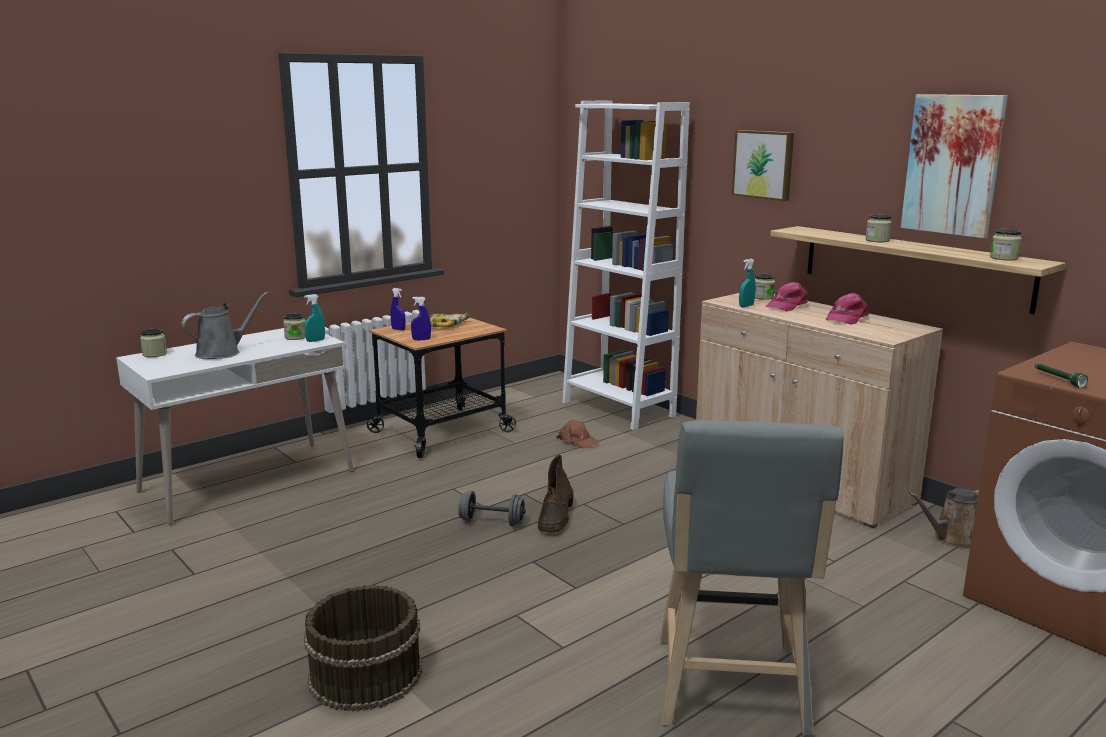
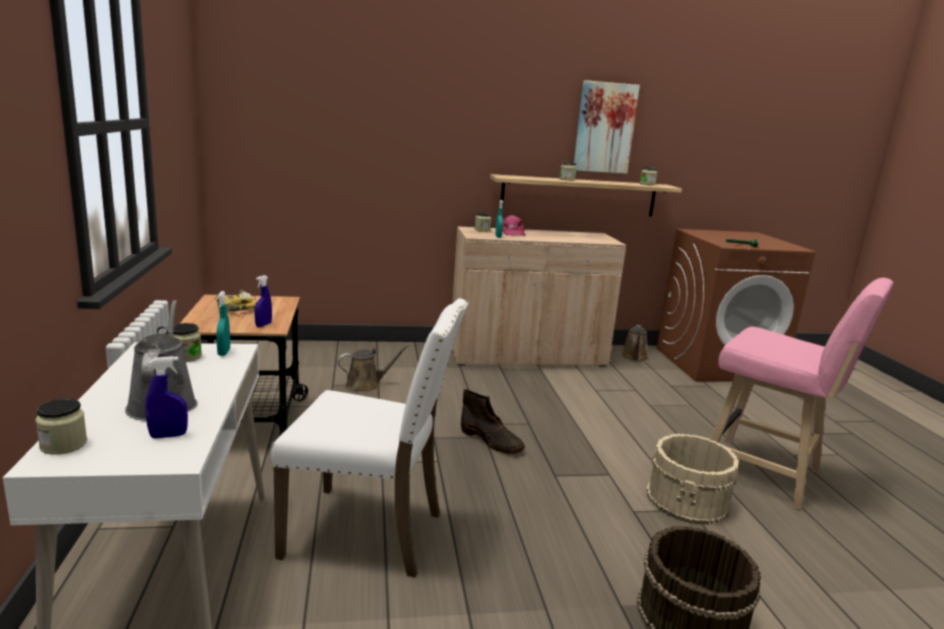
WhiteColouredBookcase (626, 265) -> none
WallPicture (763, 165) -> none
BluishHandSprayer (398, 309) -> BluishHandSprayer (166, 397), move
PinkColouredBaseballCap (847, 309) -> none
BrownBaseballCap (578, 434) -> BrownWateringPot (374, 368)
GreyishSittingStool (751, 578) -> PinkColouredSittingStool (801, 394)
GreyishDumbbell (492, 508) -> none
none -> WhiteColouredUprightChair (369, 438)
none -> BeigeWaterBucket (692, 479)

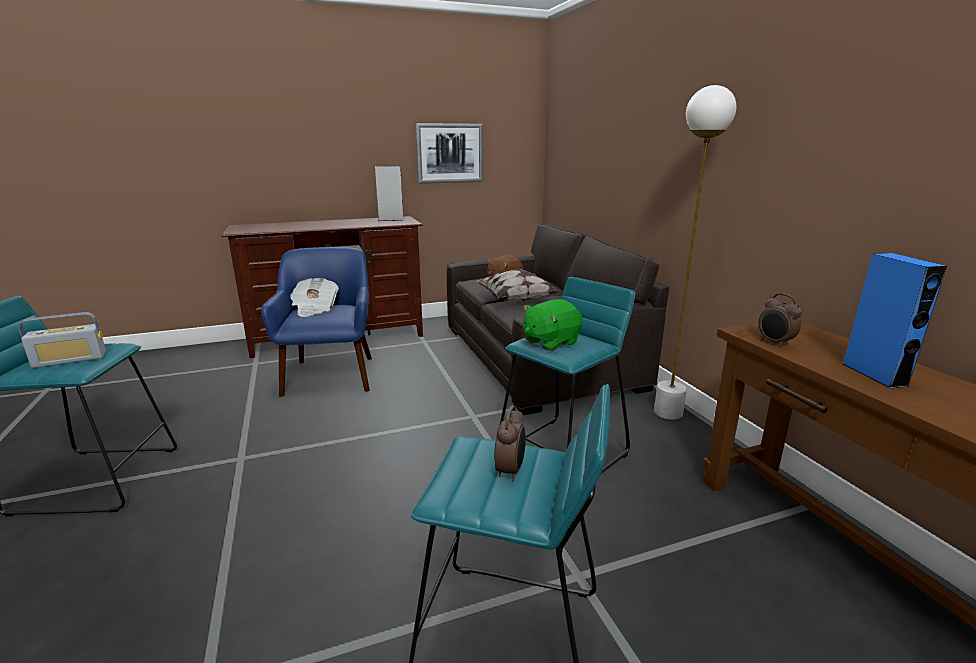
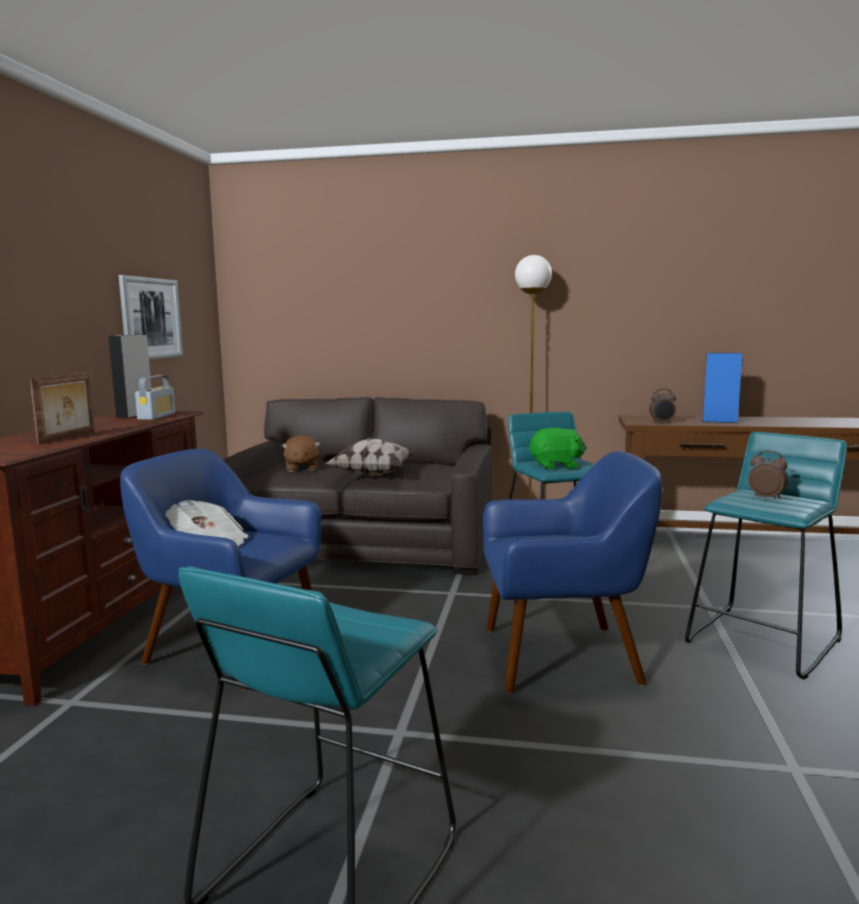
GreenSoftToy (553, 325) -> GreenSoftToy (558, 448), 90 degrees counterclockwise
RadioReceiver (62, 340) -> RadioReceiver (155, 397), move
none -> PhotoFrame (62, 408)
none -> BluishLoungeChair (572, 572)

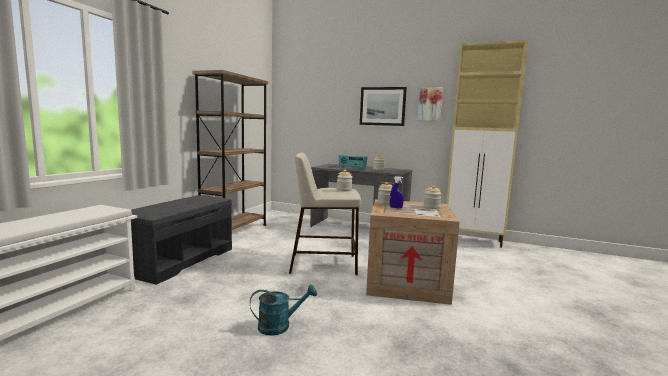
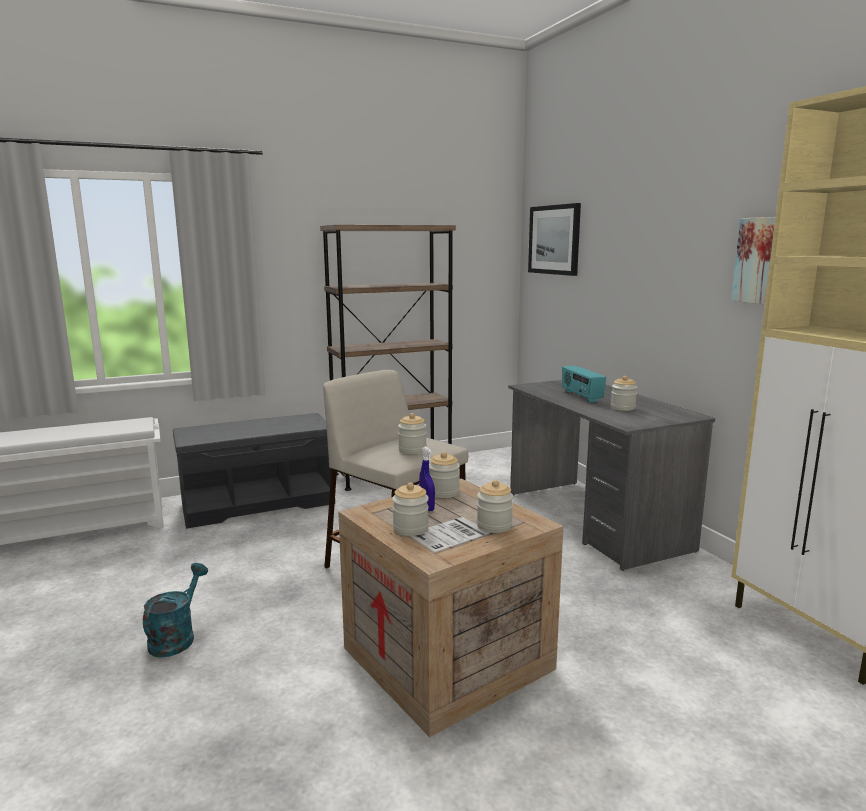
WallPicture (383, 106) -> WallPicture (554, 239), move
TurquoiseWateringPot (283, 310) -> TurquoiseWateringPot (175, 610), 105 degrees counterclockwise
none -> StorageJar (410, 509)

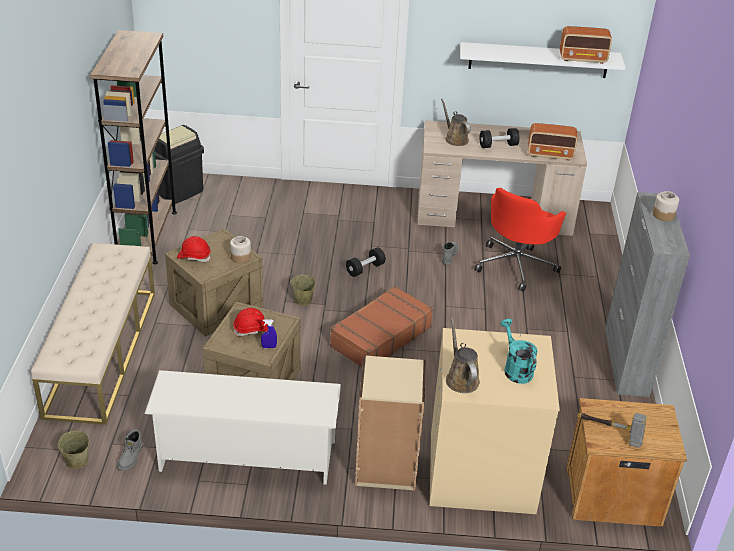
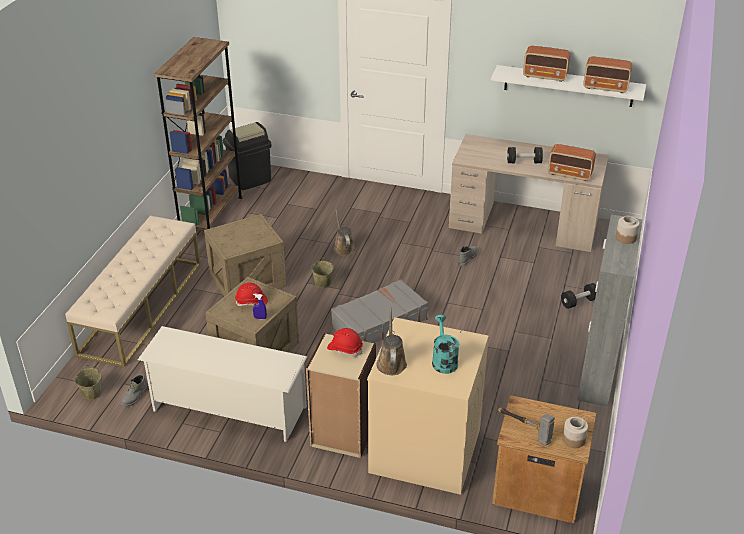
BrownWateringPot (456, 122) -> BrownWateringPot (344, 233), move
ReddishDeskChair (520, 240) -> none
ReddishSafetyHelmet (194, 249) -> ReddishSafetyHelmet (345, 342), move
StorageJar (240, 249) -> StorageJar (575, 432), move
BlackishDumbbell (366, 262) -> BlackishDumbbell (578, 296), move
BrownTravelCase (381, 326) -> GreyishTravelCase (379, 311)
none -> RadioReceiver (547, 64)

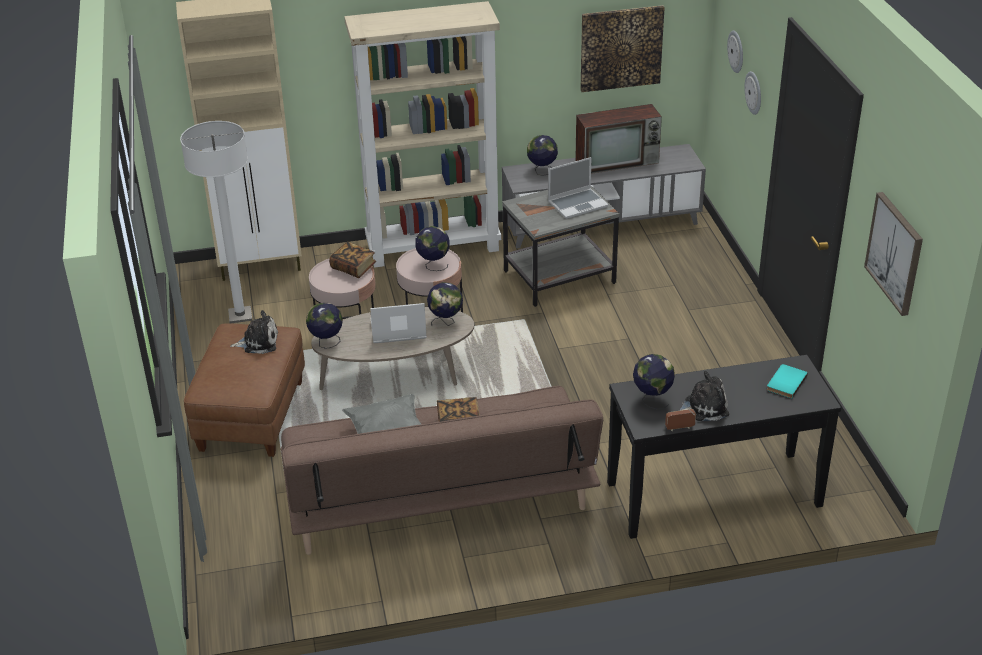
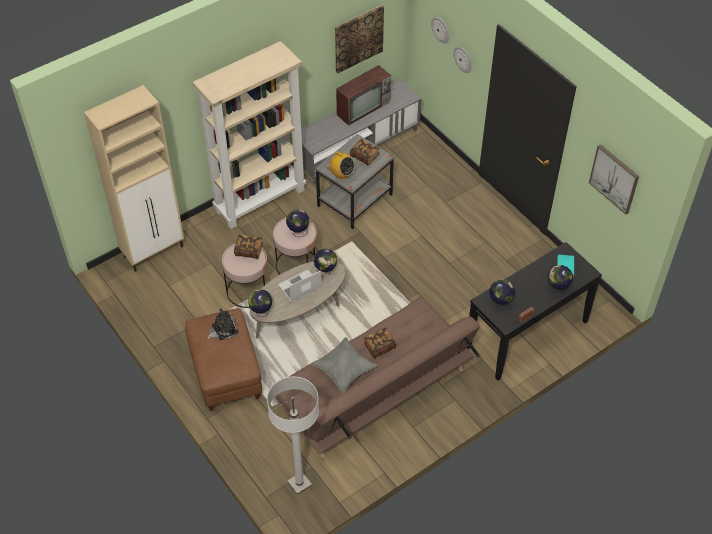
WhiteColouredStandingLamp (216, 222) -> WhiteColouredStandingLamp (293, 435), move
DeskGlobe (542, 155) -> DeskGlobe (560, 279), move
NotebookComputer (578, 188) -> Volume (365, 152)
SoftToy (704, 396) -> none
none -> RadioReceiver (342, 165)

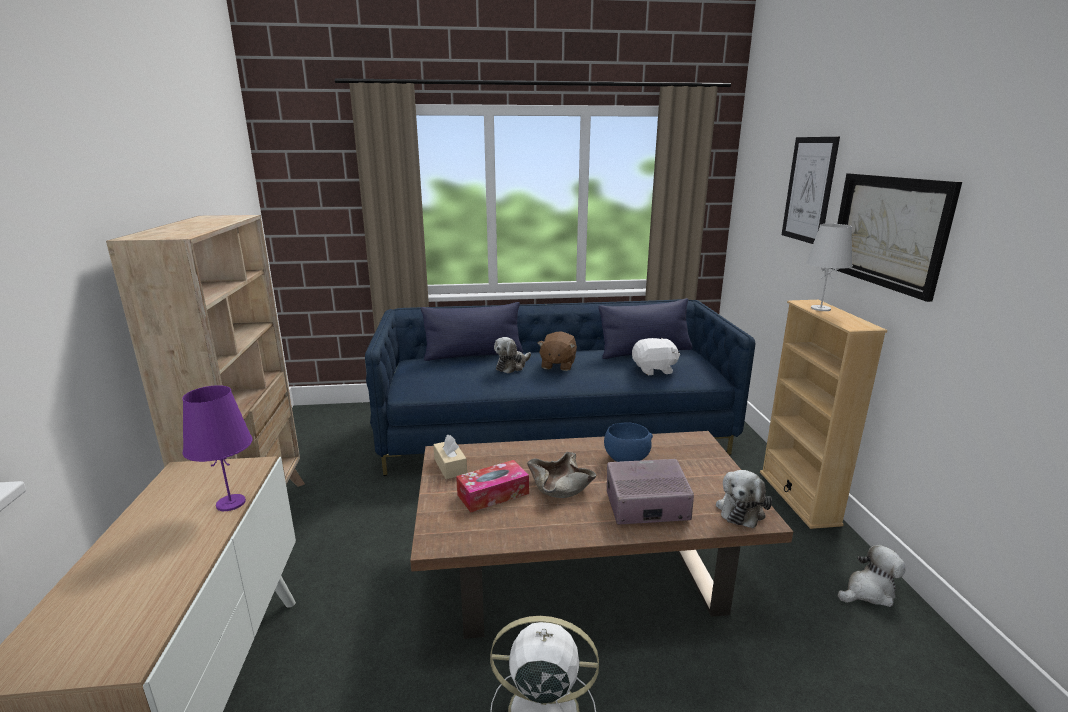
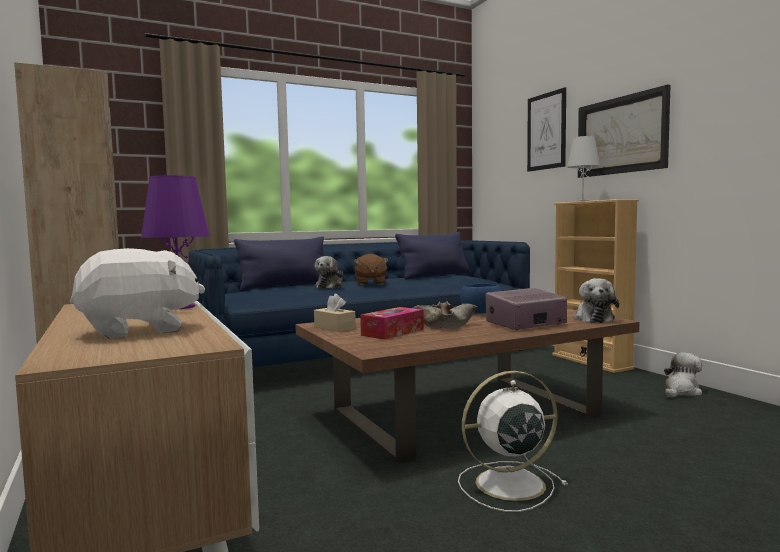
WhiteColouredSoftToy (656, 356) -> WhiteColouredSoftToy (137, 293), move

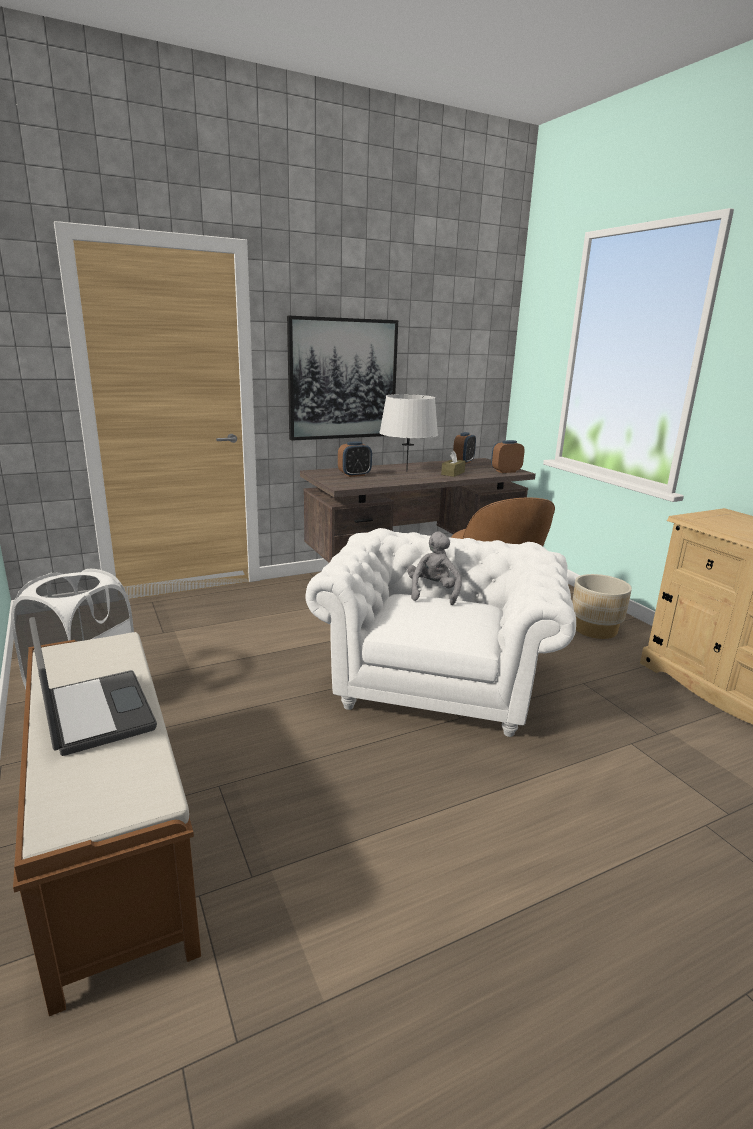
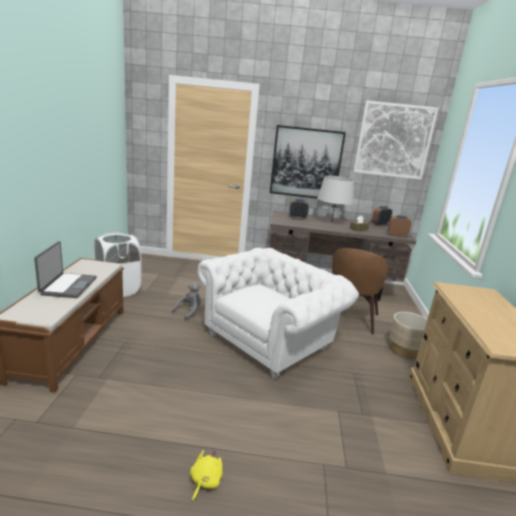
GreyishSoftToy (434, 568) -> GreyishSoftToy (186, 301), move
none -> WallPicture (396, 140)
none -> YellowishSoftToy (206, 476)

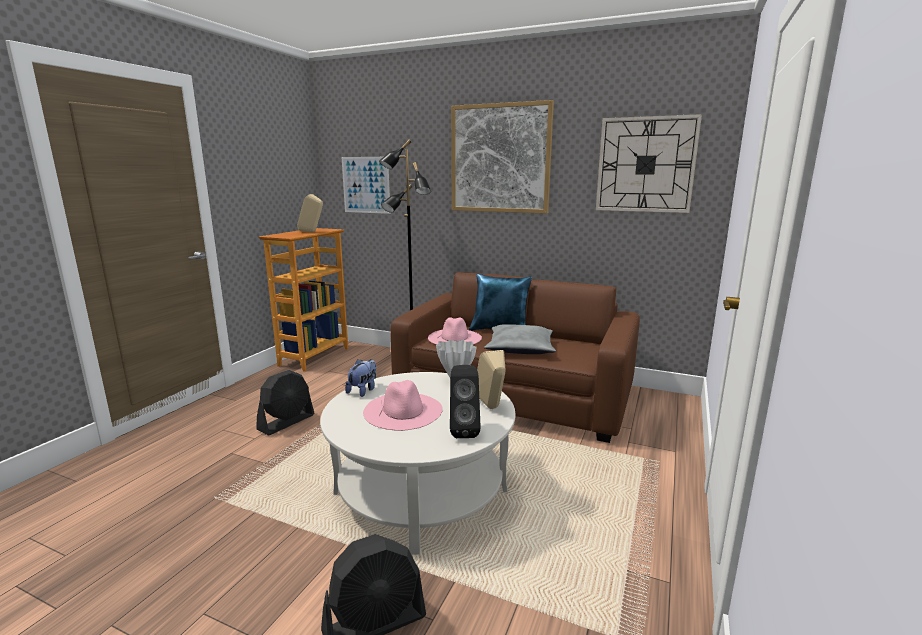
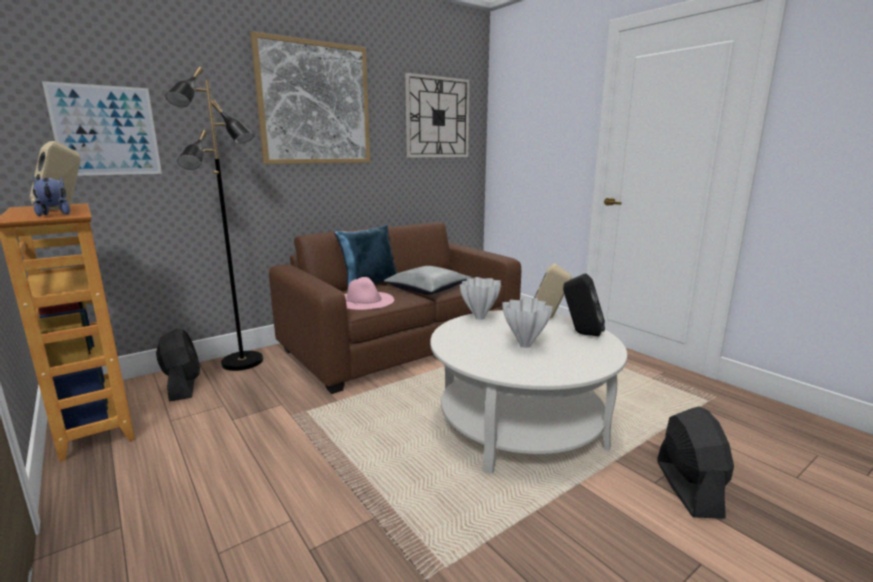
SoftToy (360, 378) -> SoftToy (51, 196), move
BlackishFan (285, 403) -> BlackishFan (178, 365), move
PinkColouredWearableHat (403, 405) -> WhiteColouredDecorativeVase (527, 323)

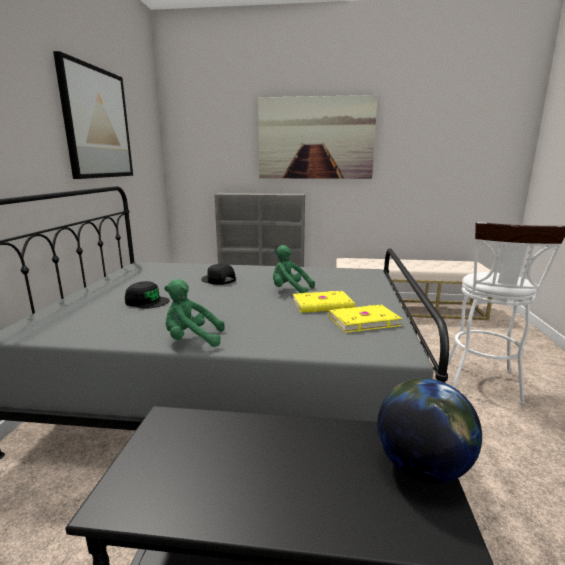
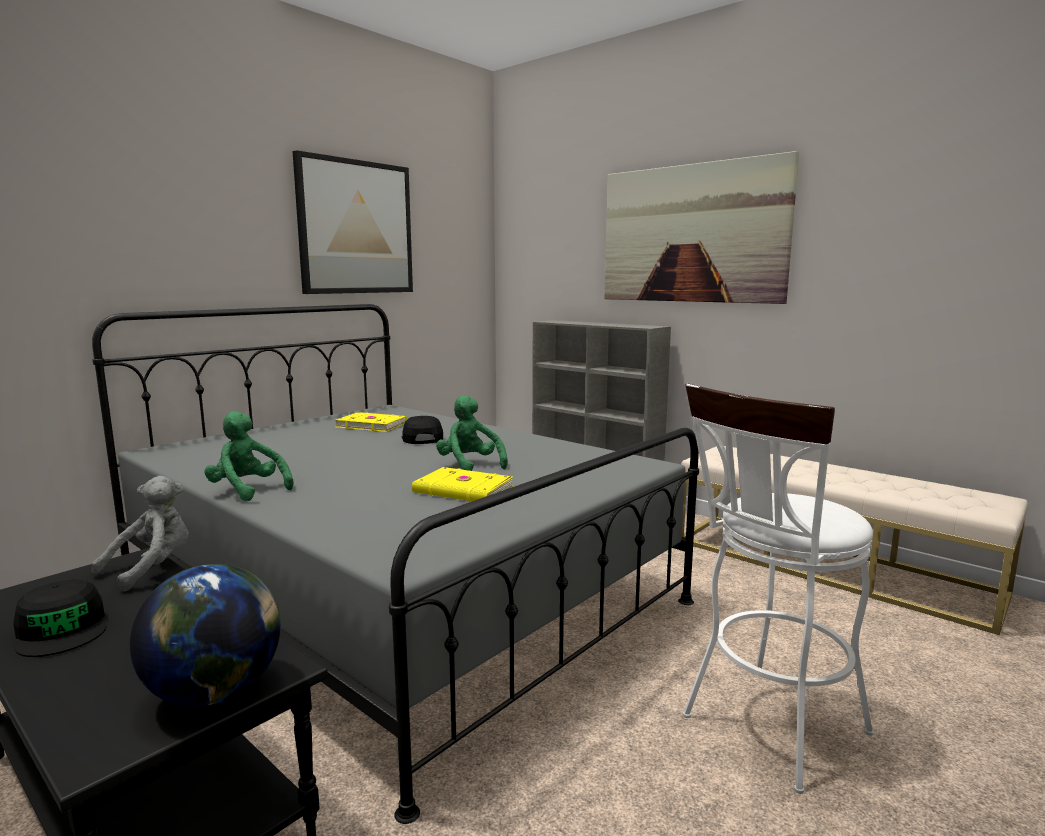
BlackishBaseballCap (147, 295) -> BlackishBaseballCap (60, 618), move
YellowishVolume (365, 319) -> YellowishVolume (371, 422), move
none -> GreyishSoftToy (140, 534)

